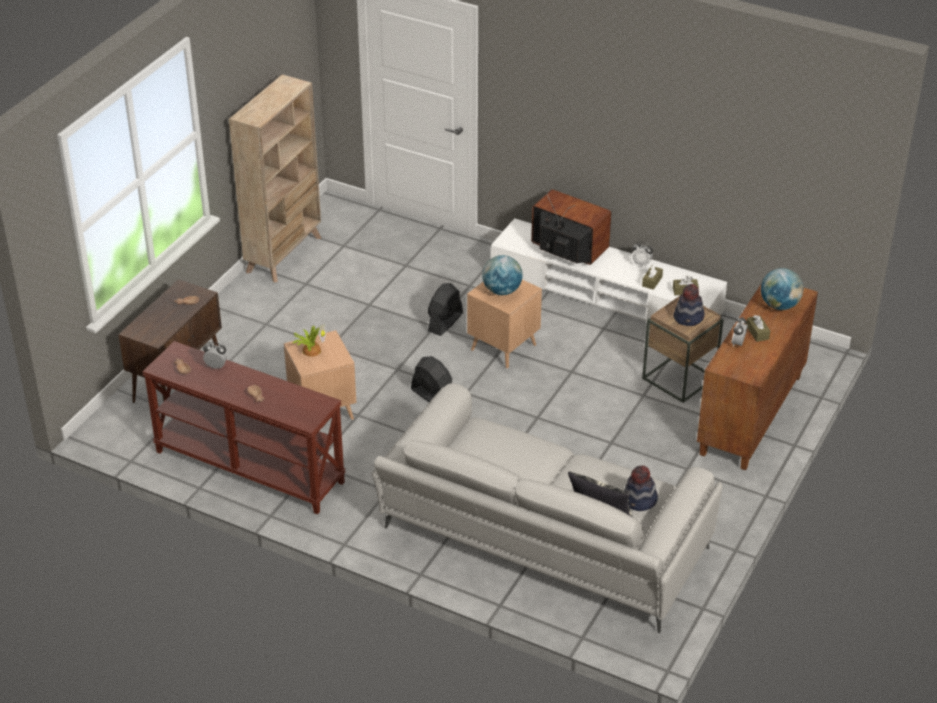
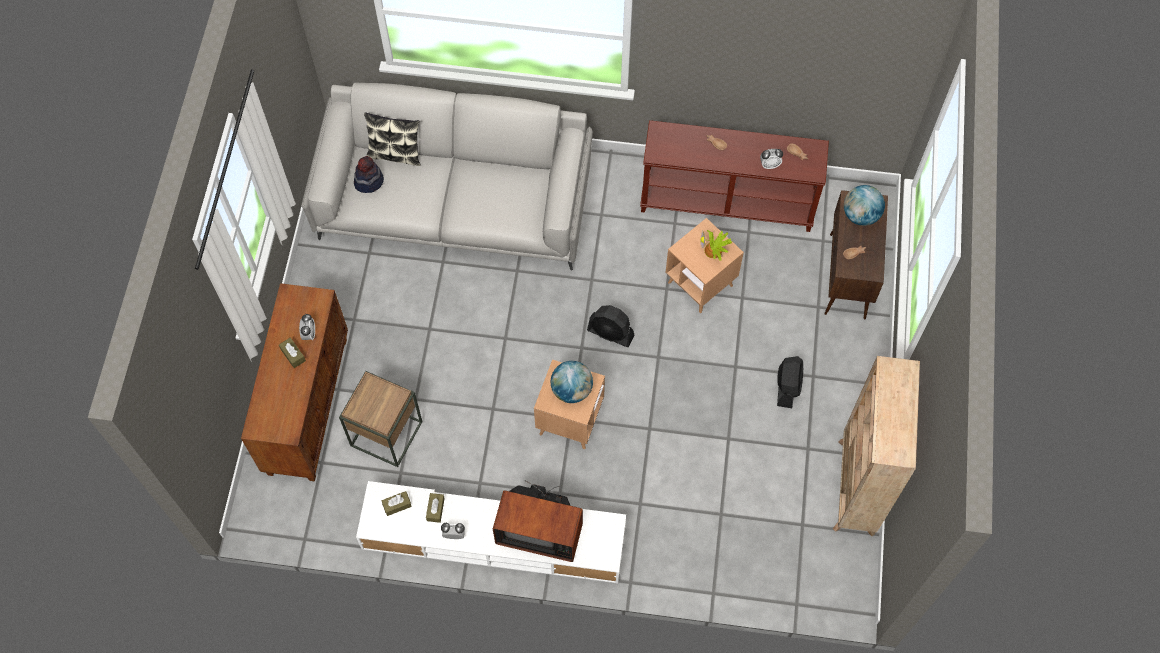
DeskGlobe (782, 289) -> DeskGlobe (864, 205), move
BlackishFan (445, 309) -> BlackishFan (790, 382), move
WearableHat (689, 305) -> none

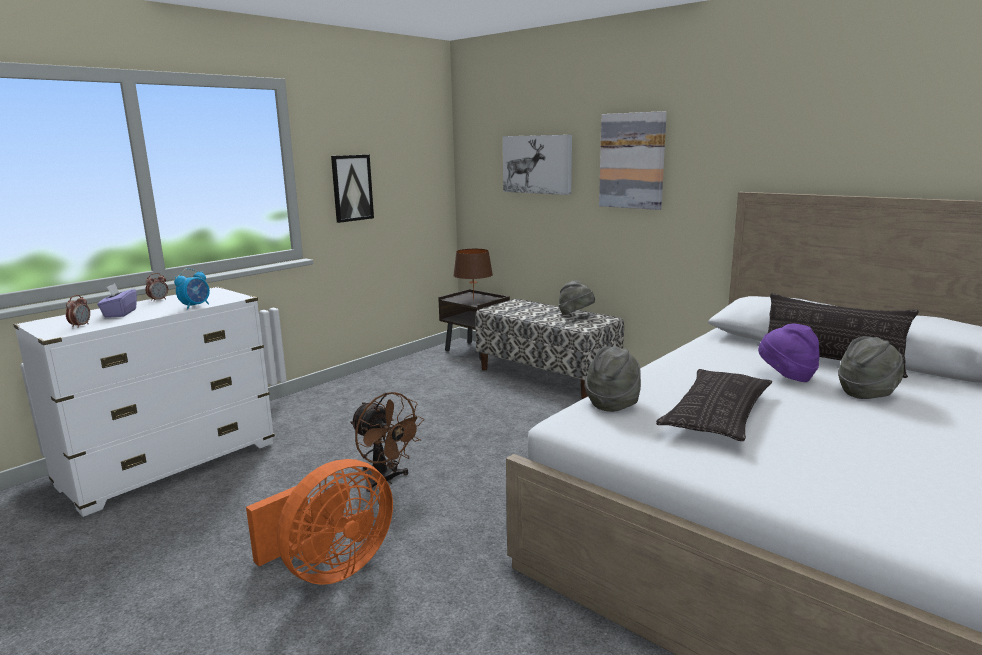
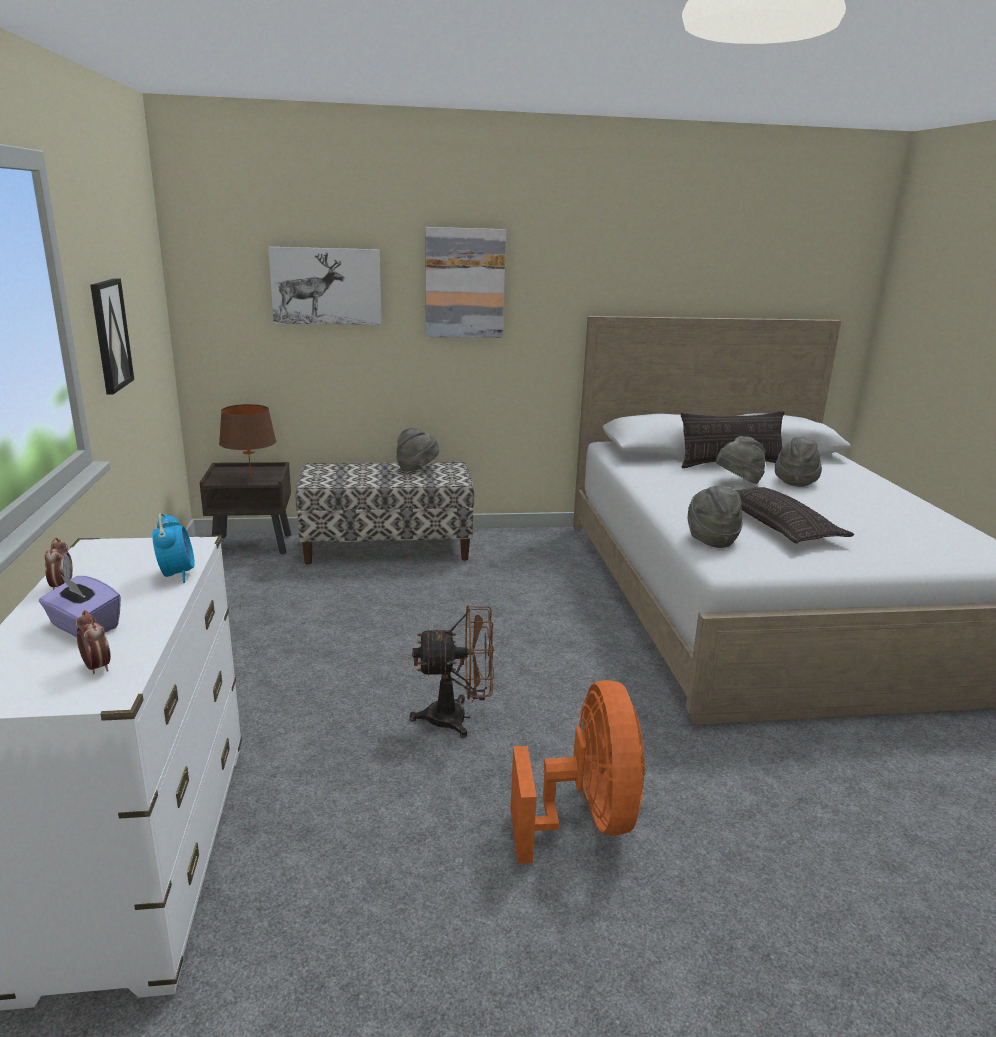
PurpleColouredWearableHat (789, 353) -> GreyishWearableHat (741, 460)

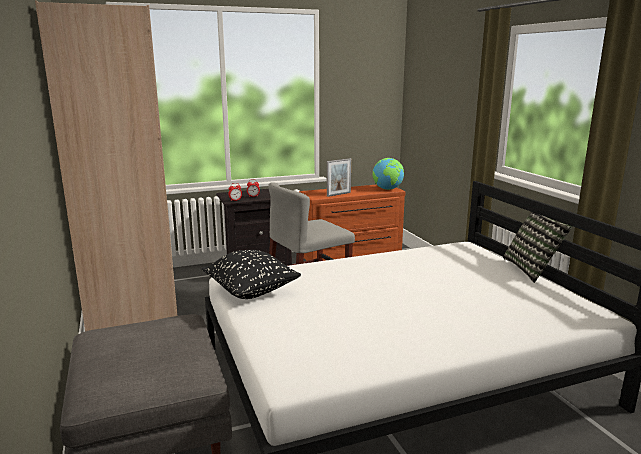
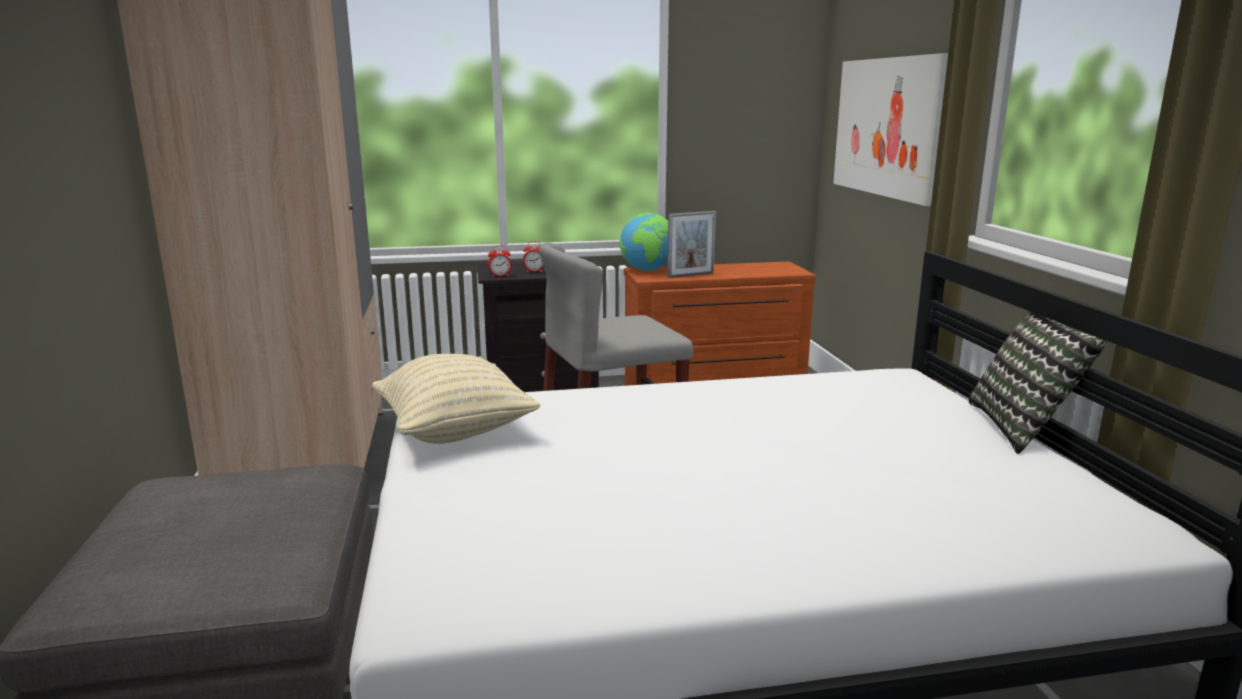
DeskGlobe (388, 174) -> DeskGlobe (644, 242), move
BlackishThrowPillow (251, 274) -> BeigeThrowPillow (456, 399)
none -> WallPicture (890, 129)

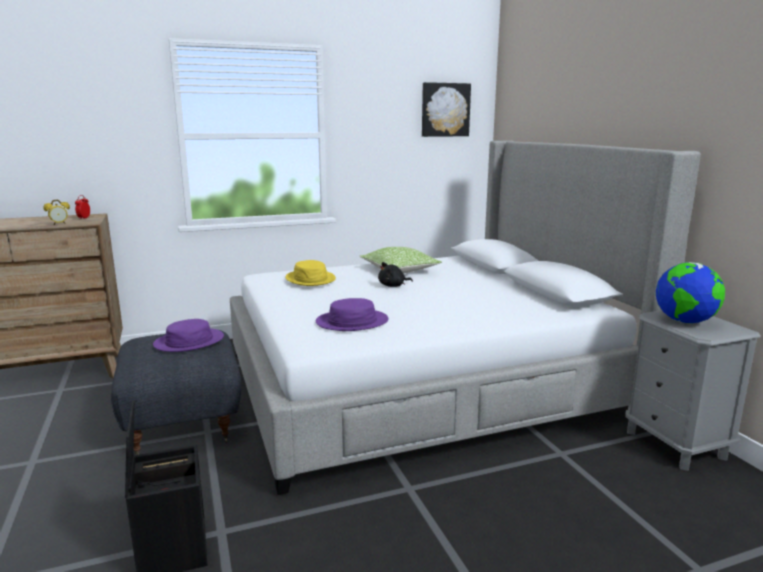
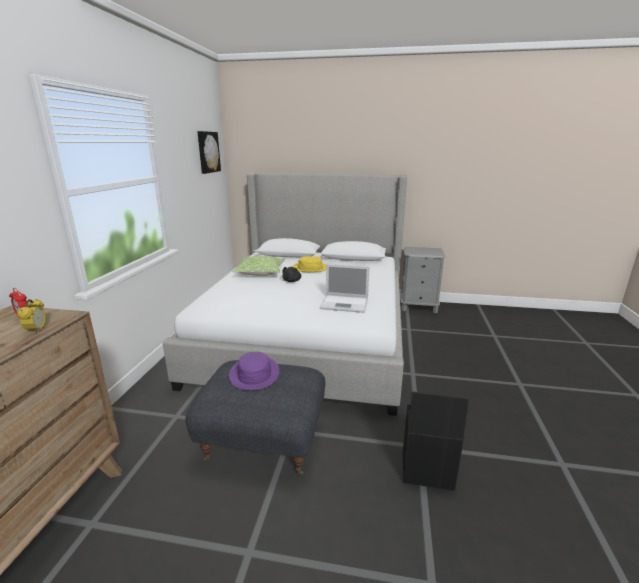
YellowishWearableHat (310, 273) -> YellowishWearableHat (309, 264), move
DeskGlobe (690, 293) -> none
PurpleColouredWearableHat (352, 314) -> NotebookComputer (345, 288)

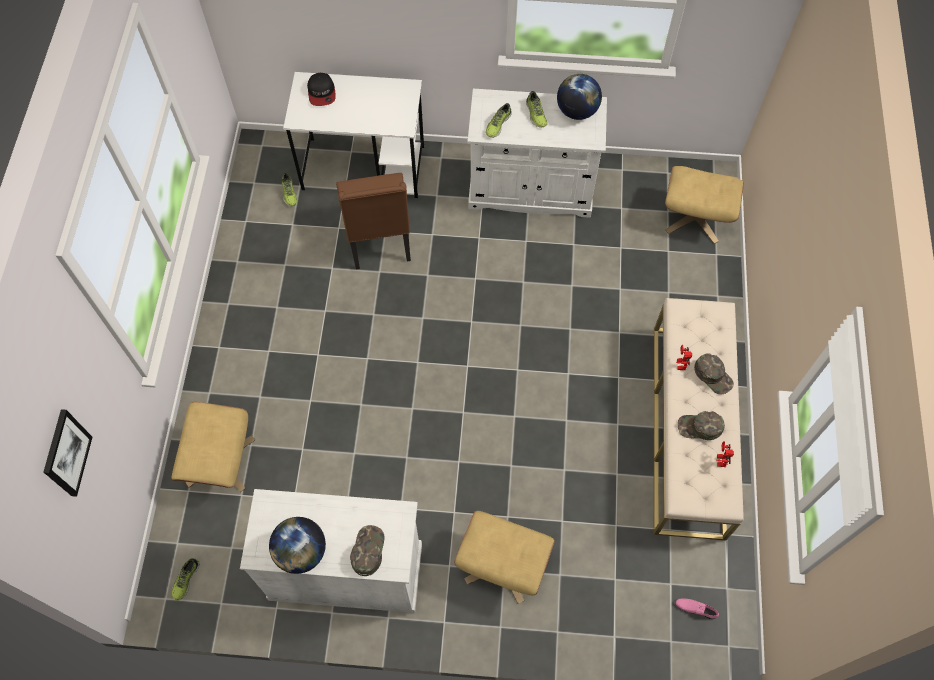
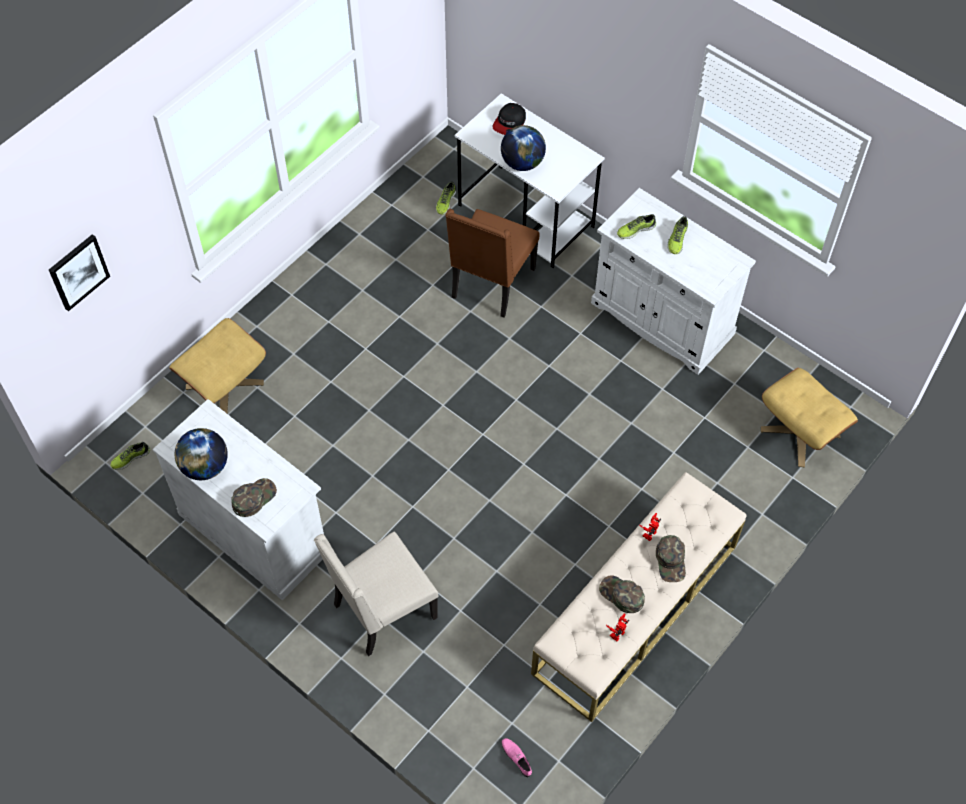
DeskGlobe (579, 97) -> DeskGlobe (523, 148), move
BeigeOttoman (504, 557) -> BeigeUprightChair (376, 594)

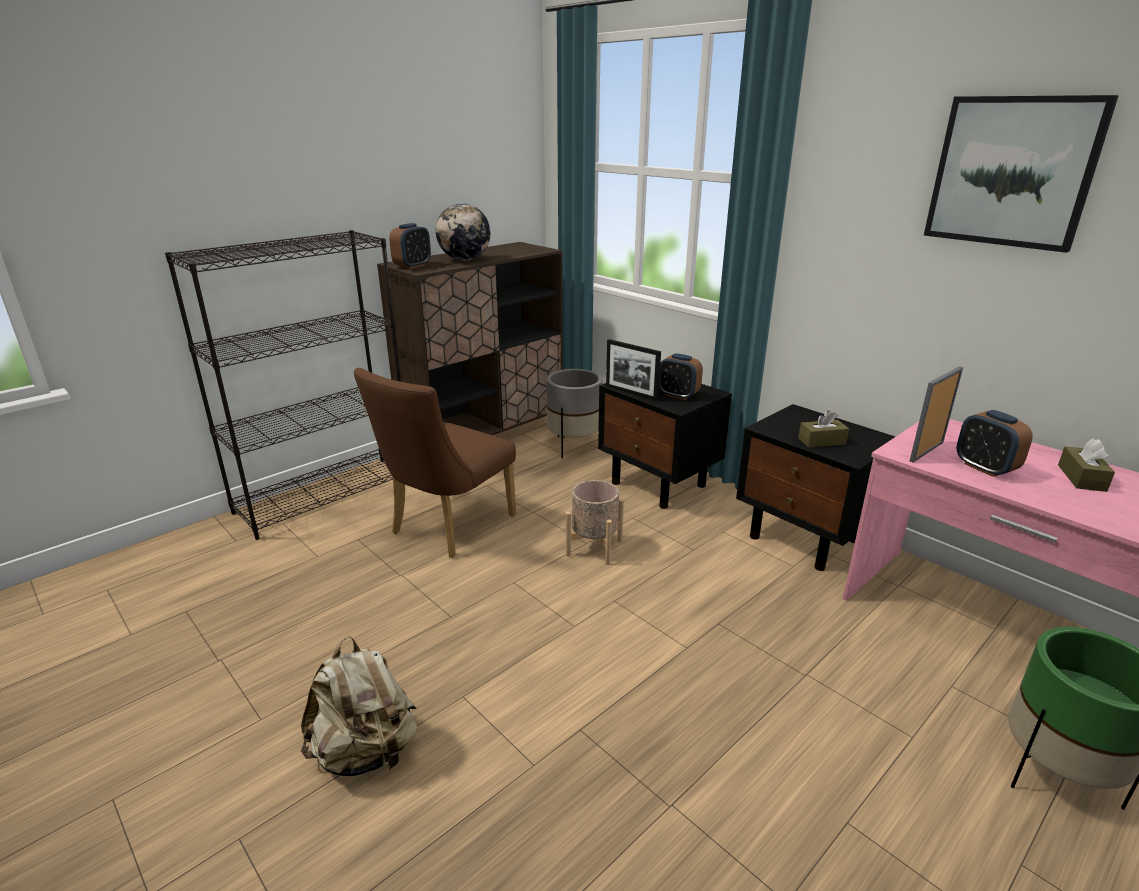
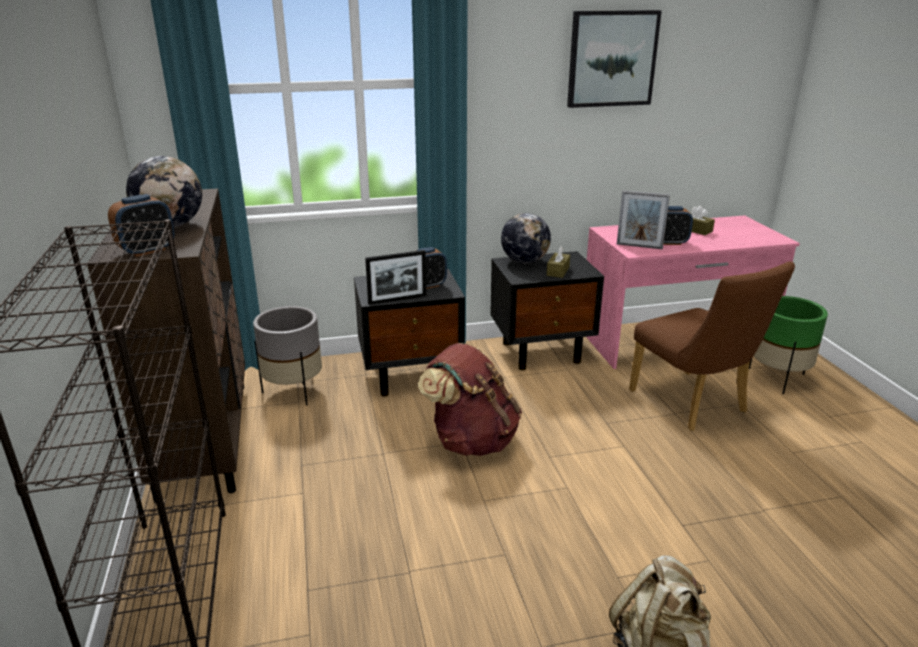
AlarmClock (410, 246) -> AlarmClock (141, 225), 75 degrees clockwise
PhotoFrame (936, 414) -> PhotoFrame (643, 220), 60 degrees counterclockwise
BrownUprightChair (435, 463) -> BrownUprightChair (712, 346), move
BeigePlantPot (595, 522) -> BrownKnapsack (470, 399)
none -> DeskGlobe (526, 238)

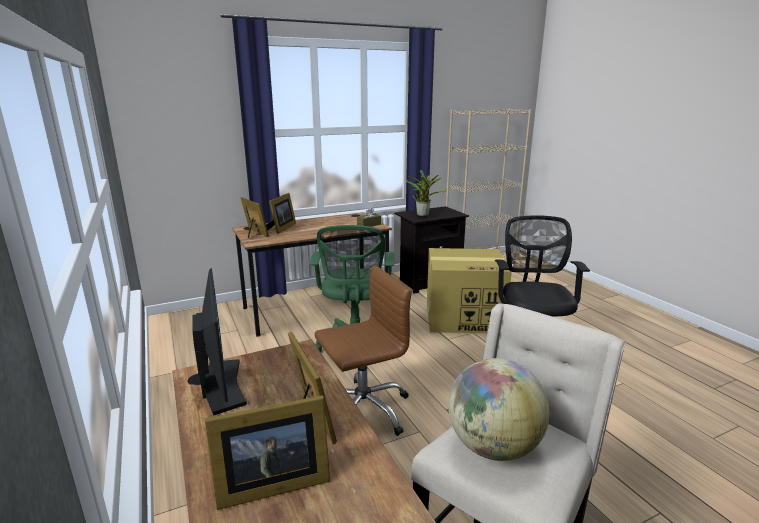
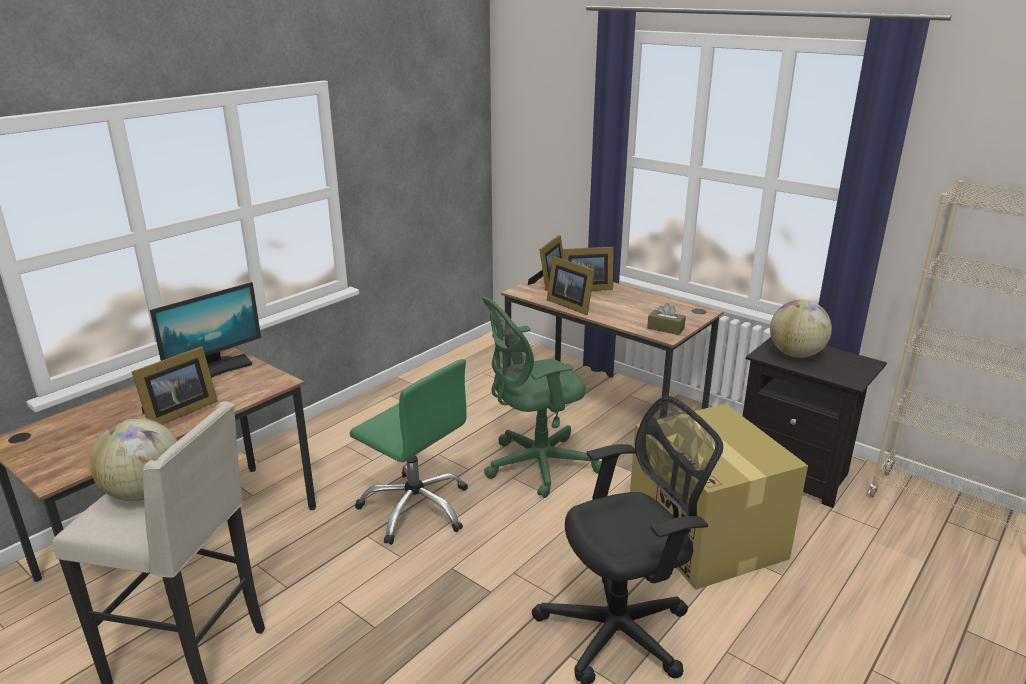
Houseplant (426, 193) -> DeskGlobe (801, 329)
BrownDeskChair (363, 350) -> GreenDeskChair (408, 452)
PhotoFrame (267, 452) -> PhotoFrame (571, 286), move

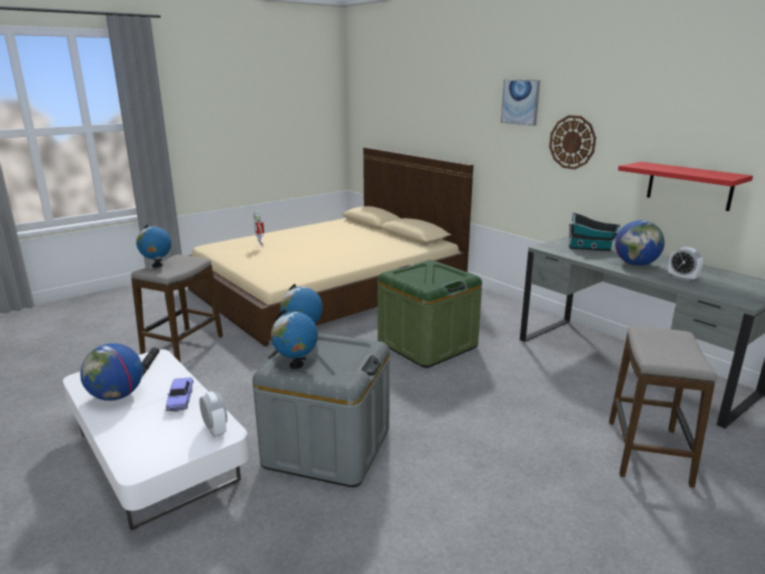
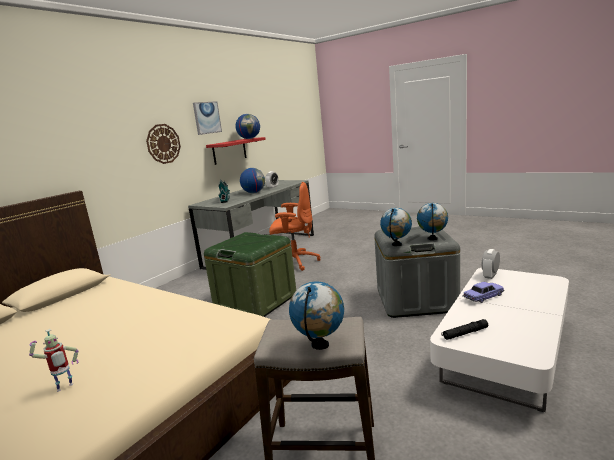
WallPicture (520, 103) -> WallPicture (207, 118), move
SittingStool (663, 407) -> none
DeskGlobe (111, 372) -> DeskGlobe (248, 126), move
none -> OrangeDeskChair (294, 226)

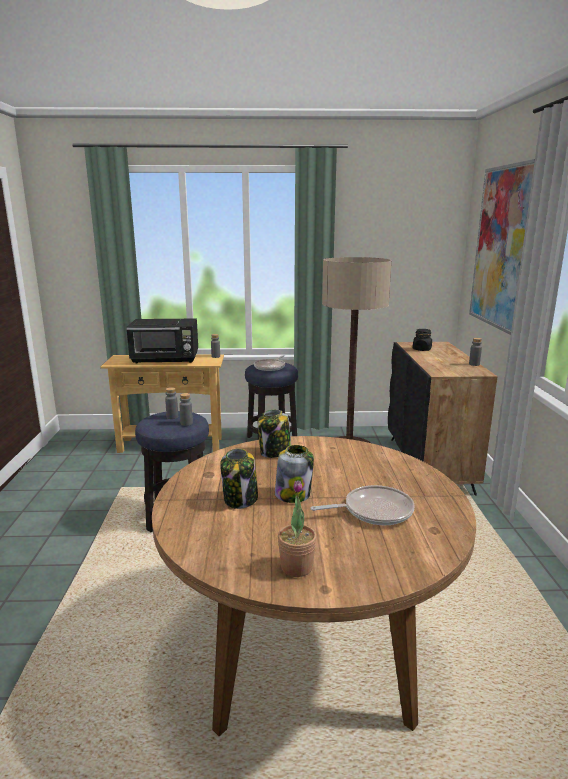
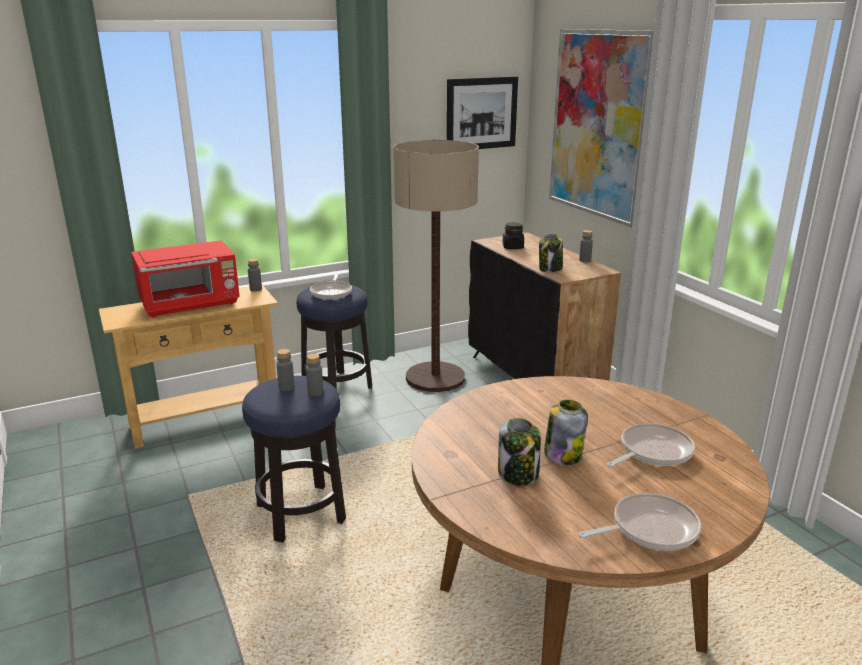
BlackishMicrowaveOven (162, 341) -> ReddishMicrowaveOven (185, 278)
StorageJar (274, 434) -> StorageJar (551, 253), move
Houseplant (297, 528) -> FryingPan (639, 522)
none -> WallPicture (482, 112)

